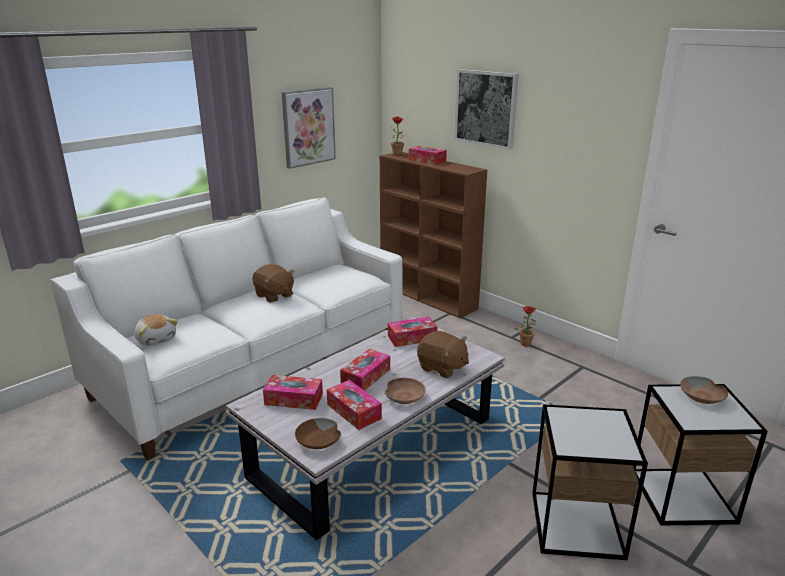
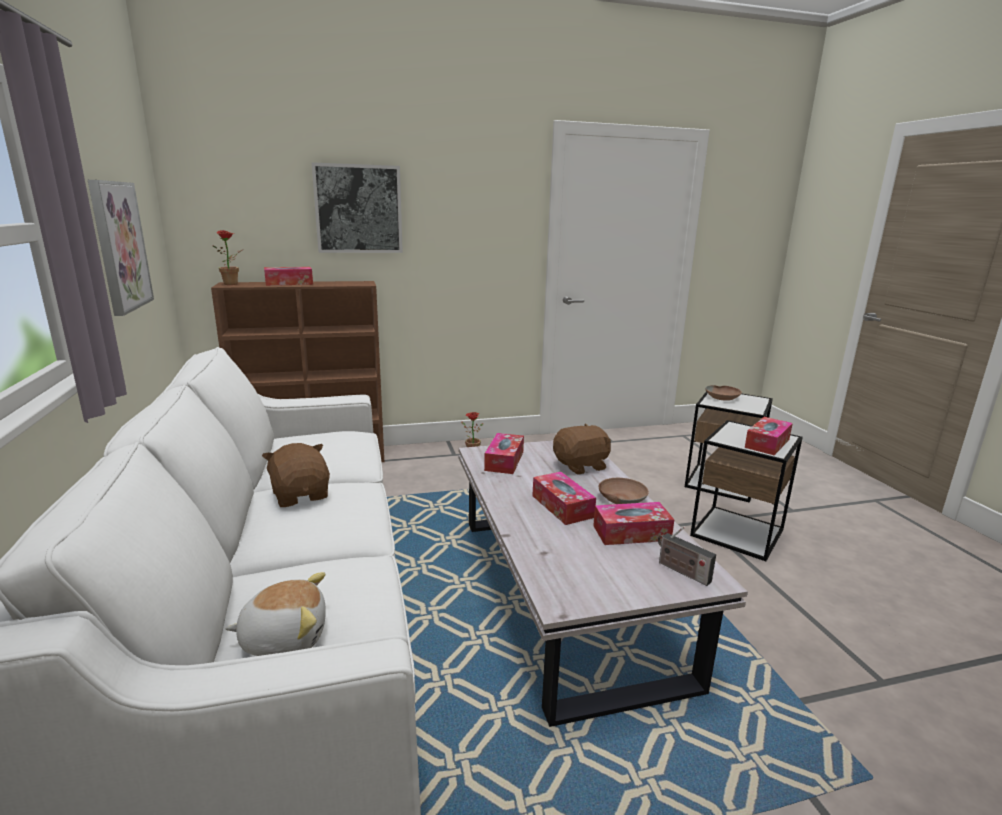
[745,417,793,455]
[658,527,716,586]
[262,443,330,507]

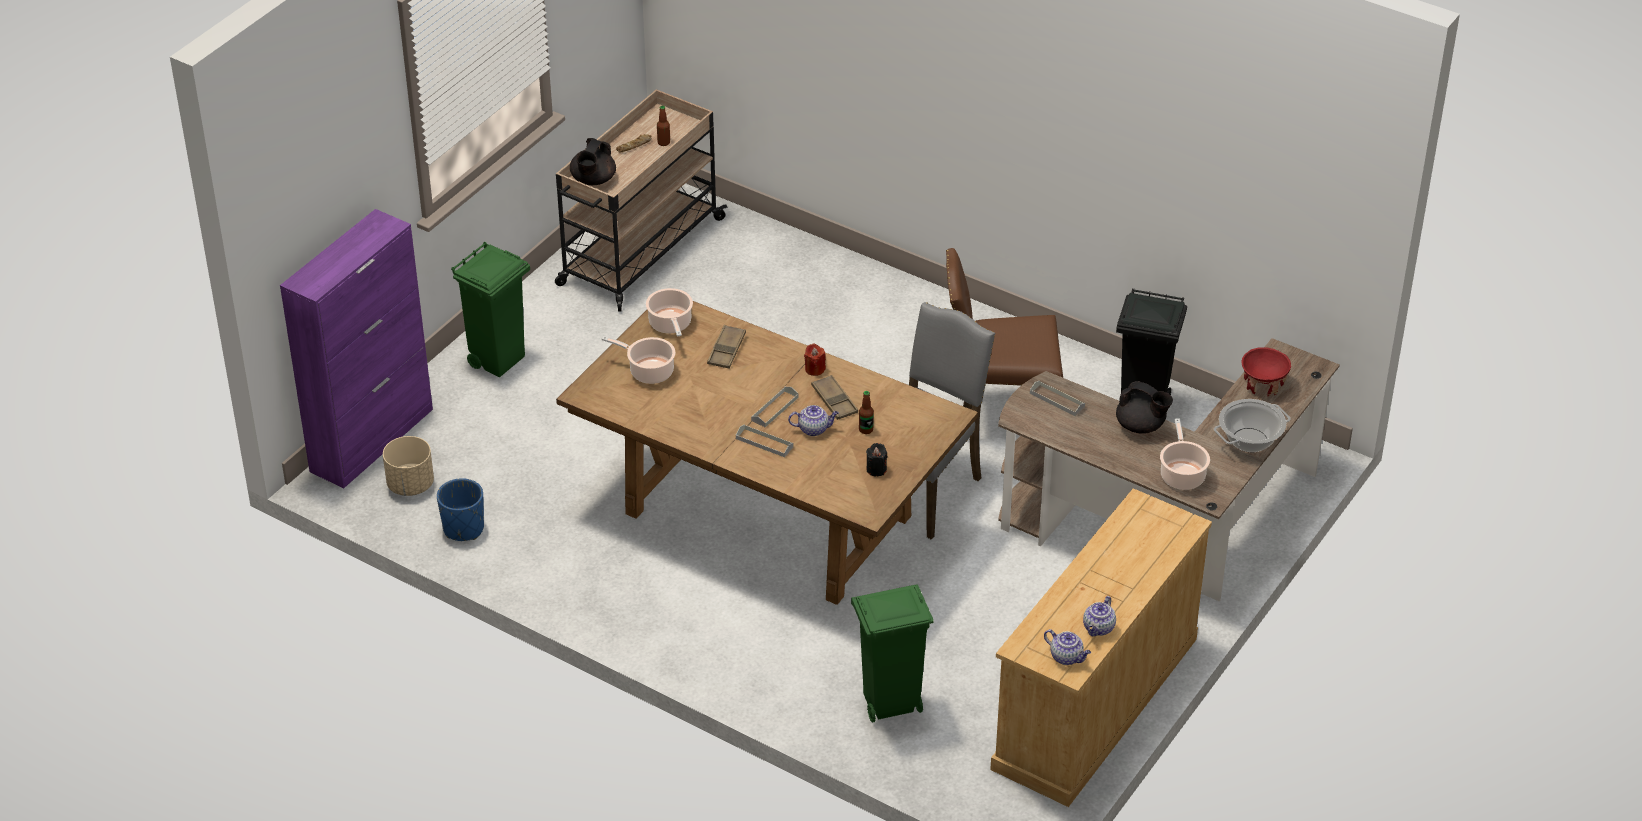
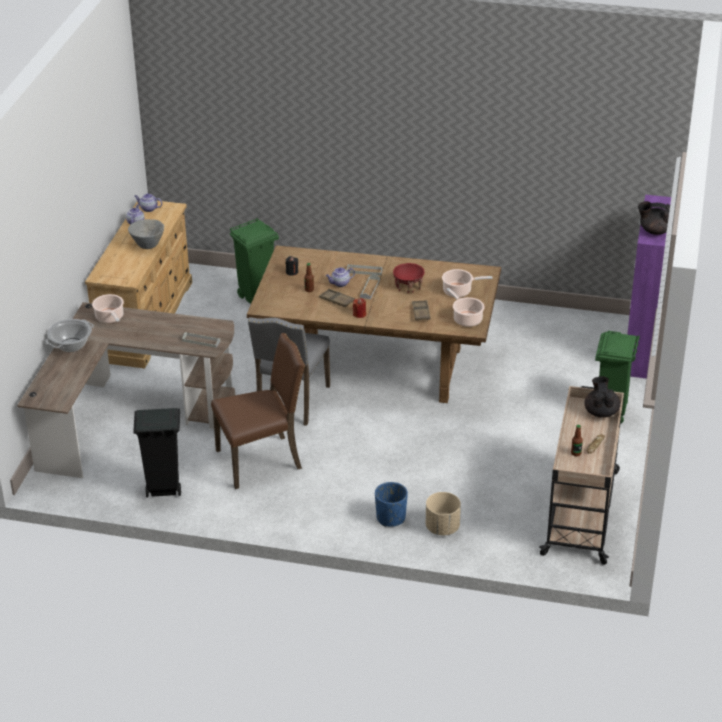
[128,219,164,249]
[426,492,461,535]
[375,482,408,527]
[638,201,673,235]
[393,263,425,293]

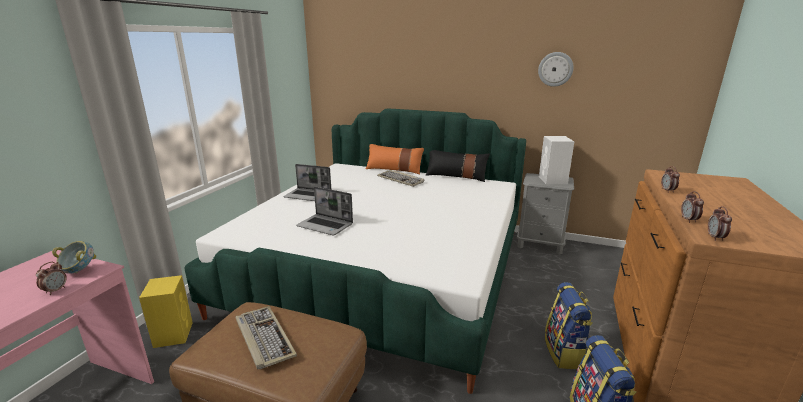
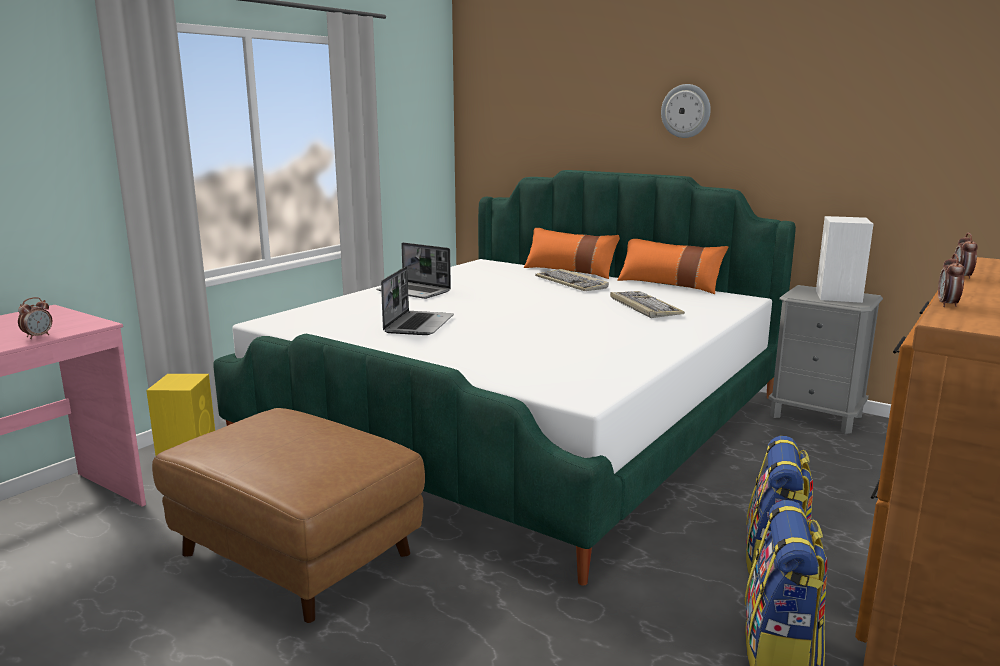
[52,241,96,274] (first image)
[708,206,732,241] (first image)
[610,291,685,318]
[661,84,711,138]
[617,239,728,294]
[381,266,454,335]

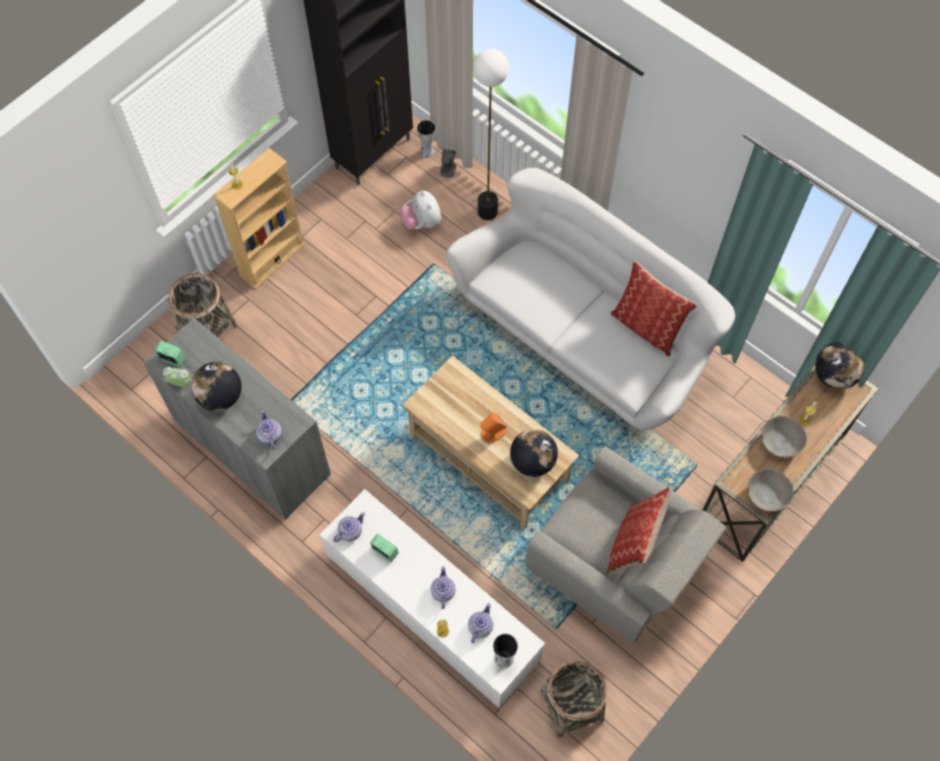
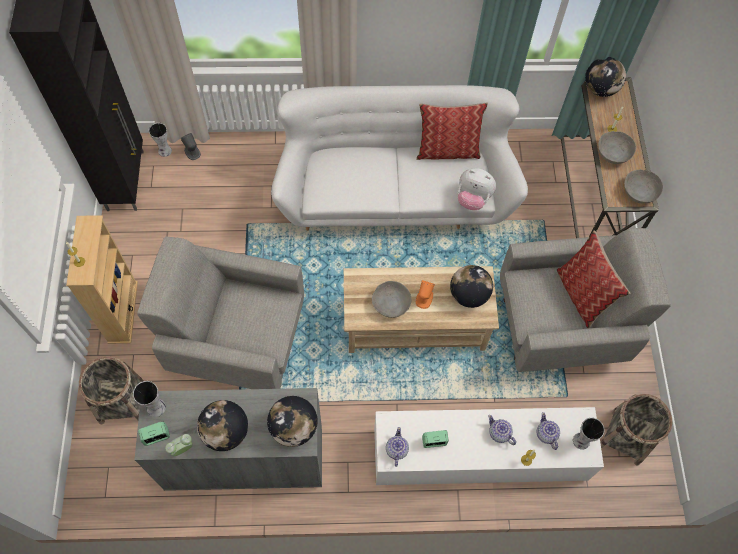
[473,49,509,220] (first image)
[133,381,166,417]
[137,236,304,389]
[372,281,411,318]
[458,168,496,210]
[267,396,318,447]

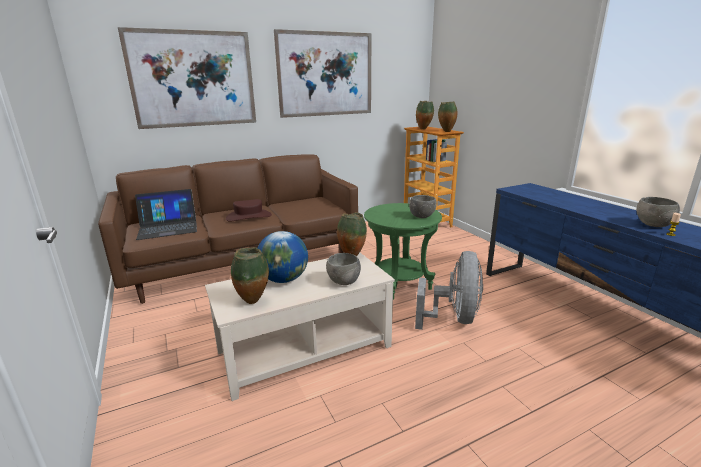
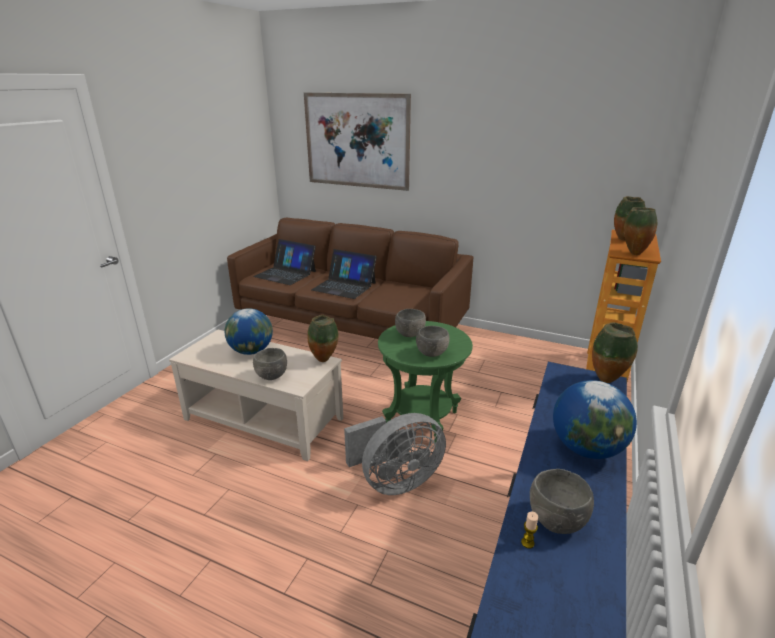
[274,29,372,118] (first image)
[395,309,426,337]
[553,380,637,459]
[592,323,638,383]
[312,249,377,299]

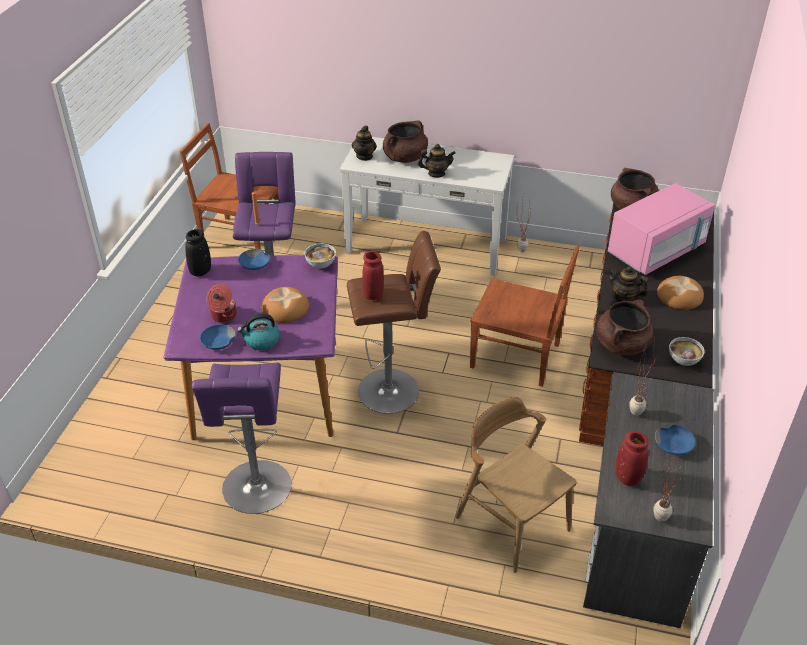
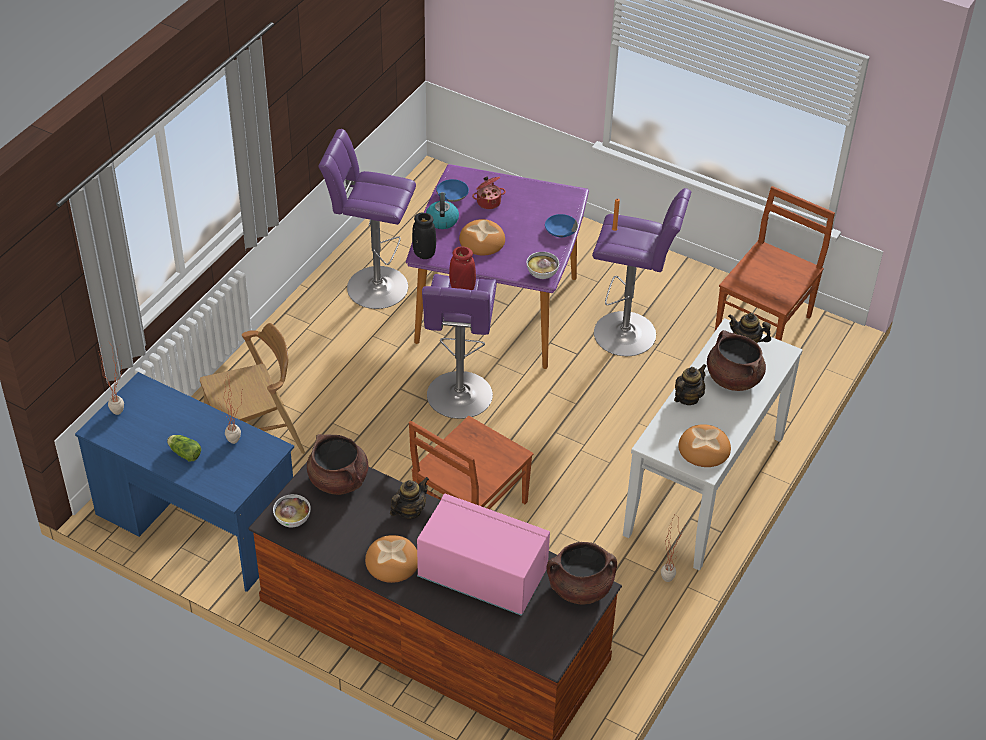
[615,431,649,486] (first image)
[678,424,731,467]
[412,213,436,259]
[167,435,201,461]
[422,274,497,419]
[75,372,294,592]
[674,364,706,405]
[417,494,550,616]

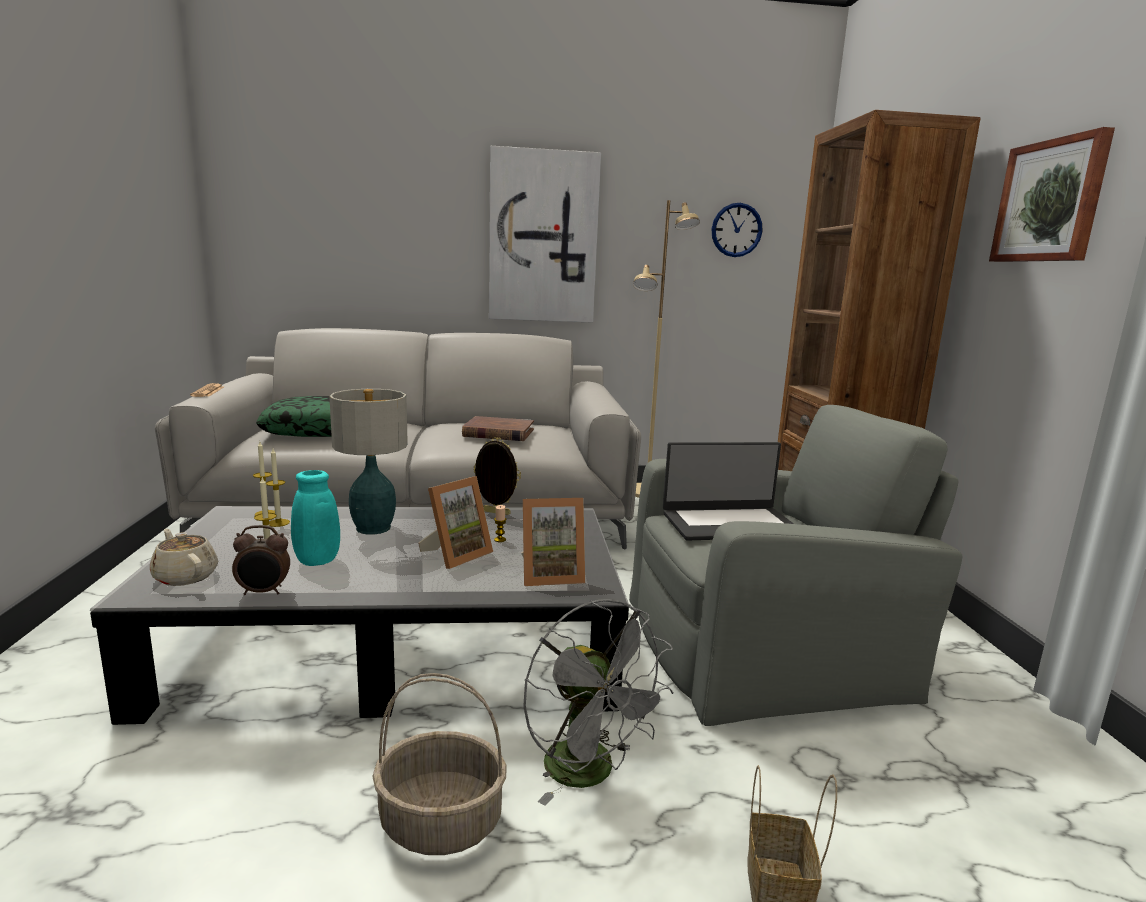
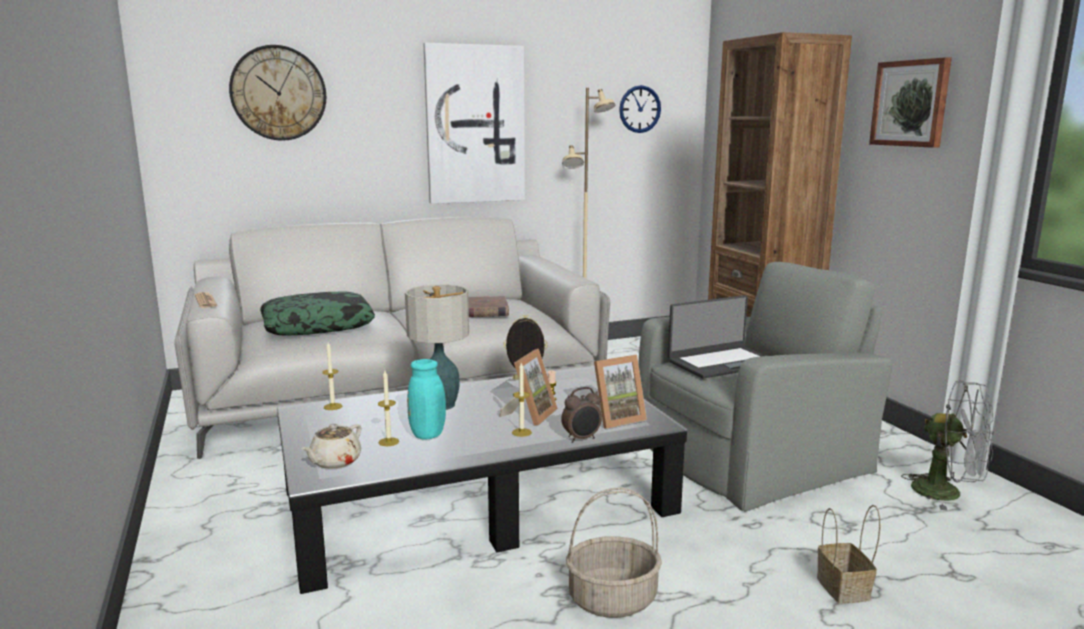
[229,45,326,141]
[561,387,602,442]
[512,363,532,437]
[901,380,994,511]
[302,424,361,469]

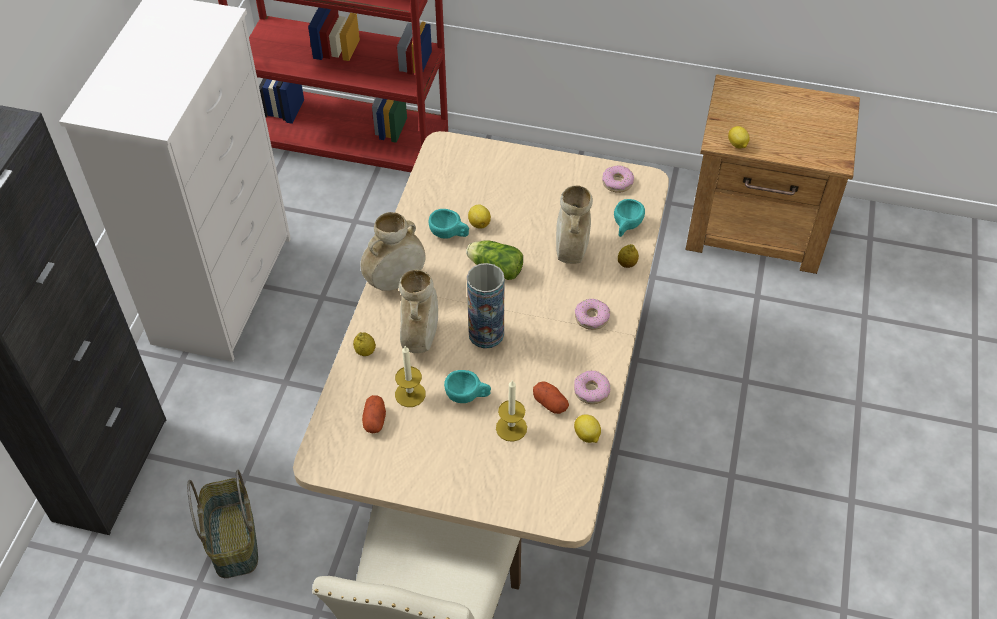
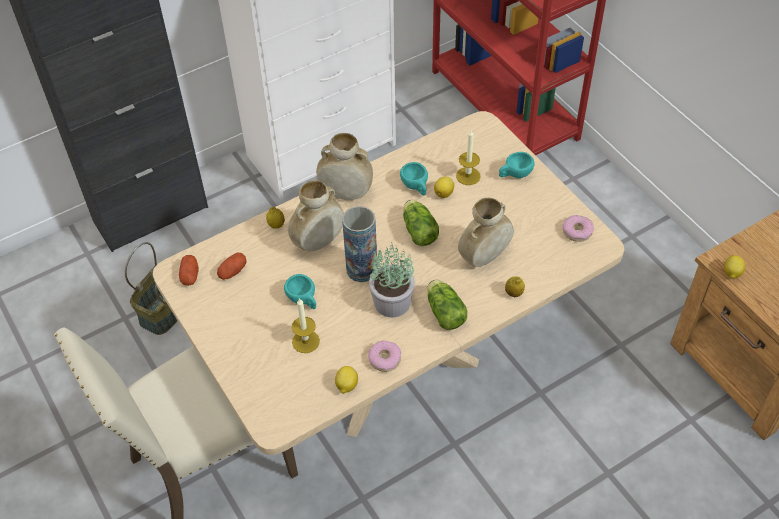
[369,244,415,317]
[456,130,480,185]
[179,255,199,286]
[499,152,534,178]
[427,280,467,330]

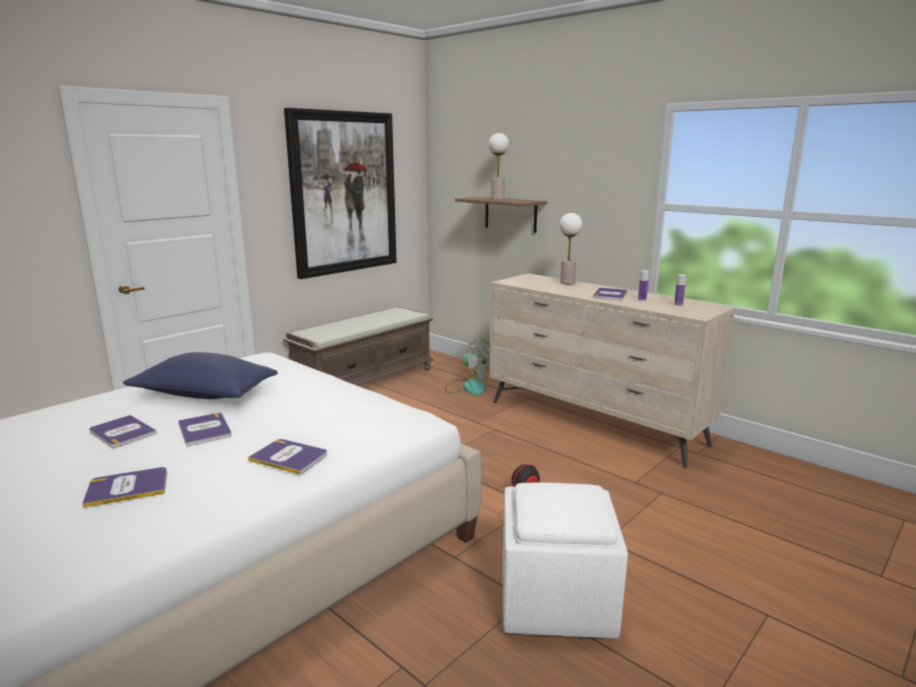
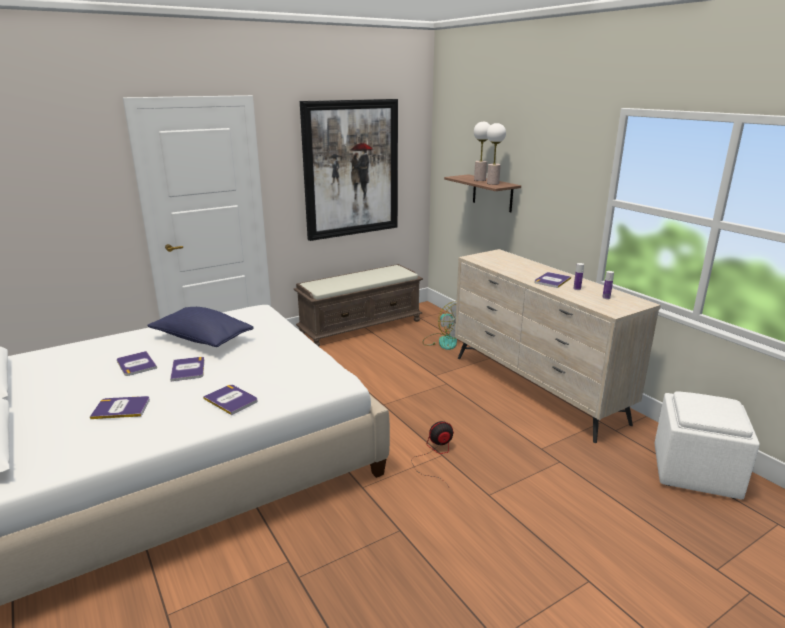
[654,391,760,499]
[487,123,506,185]

